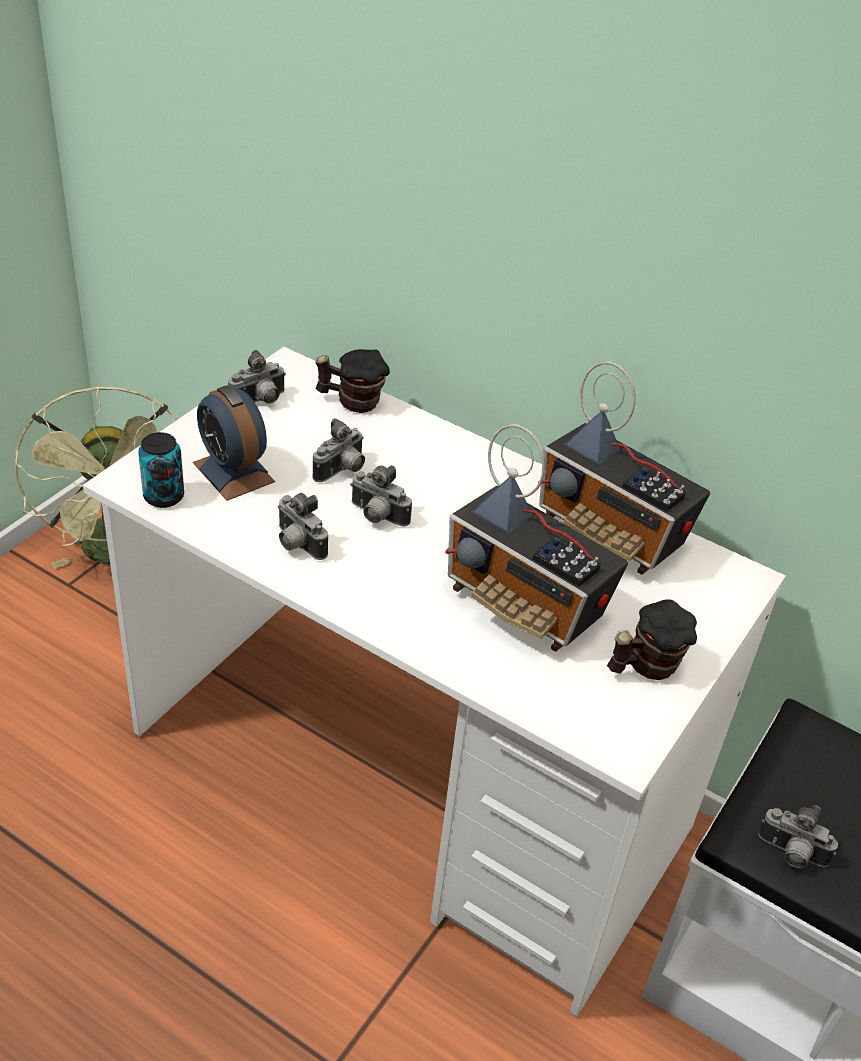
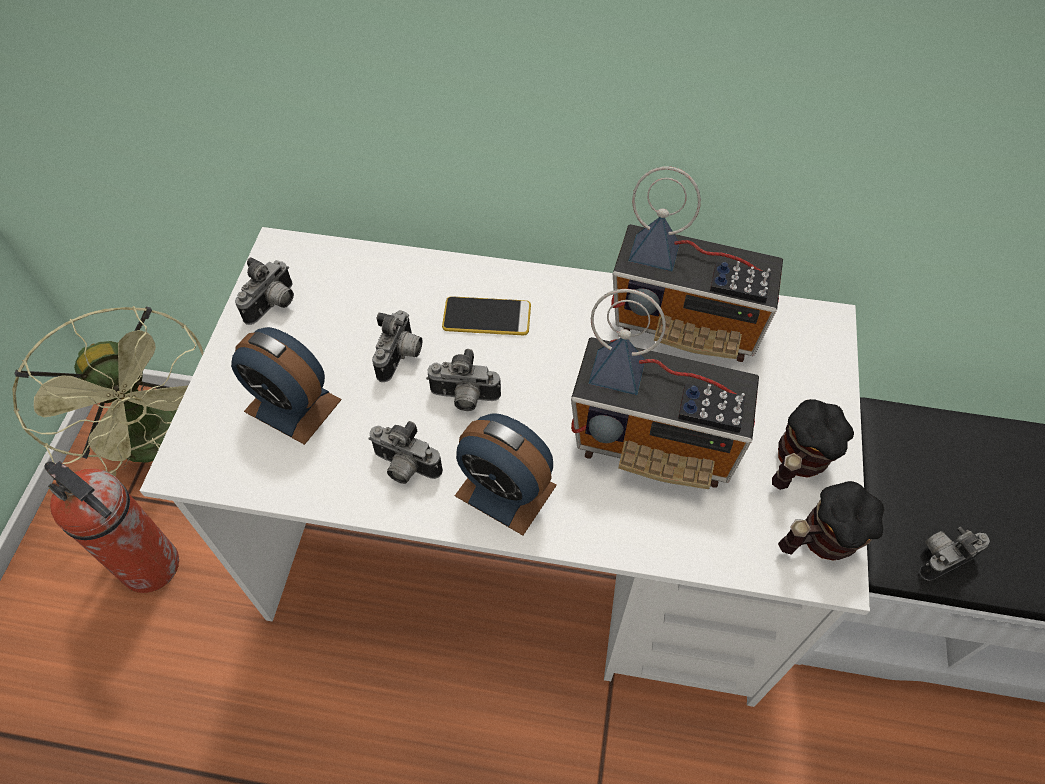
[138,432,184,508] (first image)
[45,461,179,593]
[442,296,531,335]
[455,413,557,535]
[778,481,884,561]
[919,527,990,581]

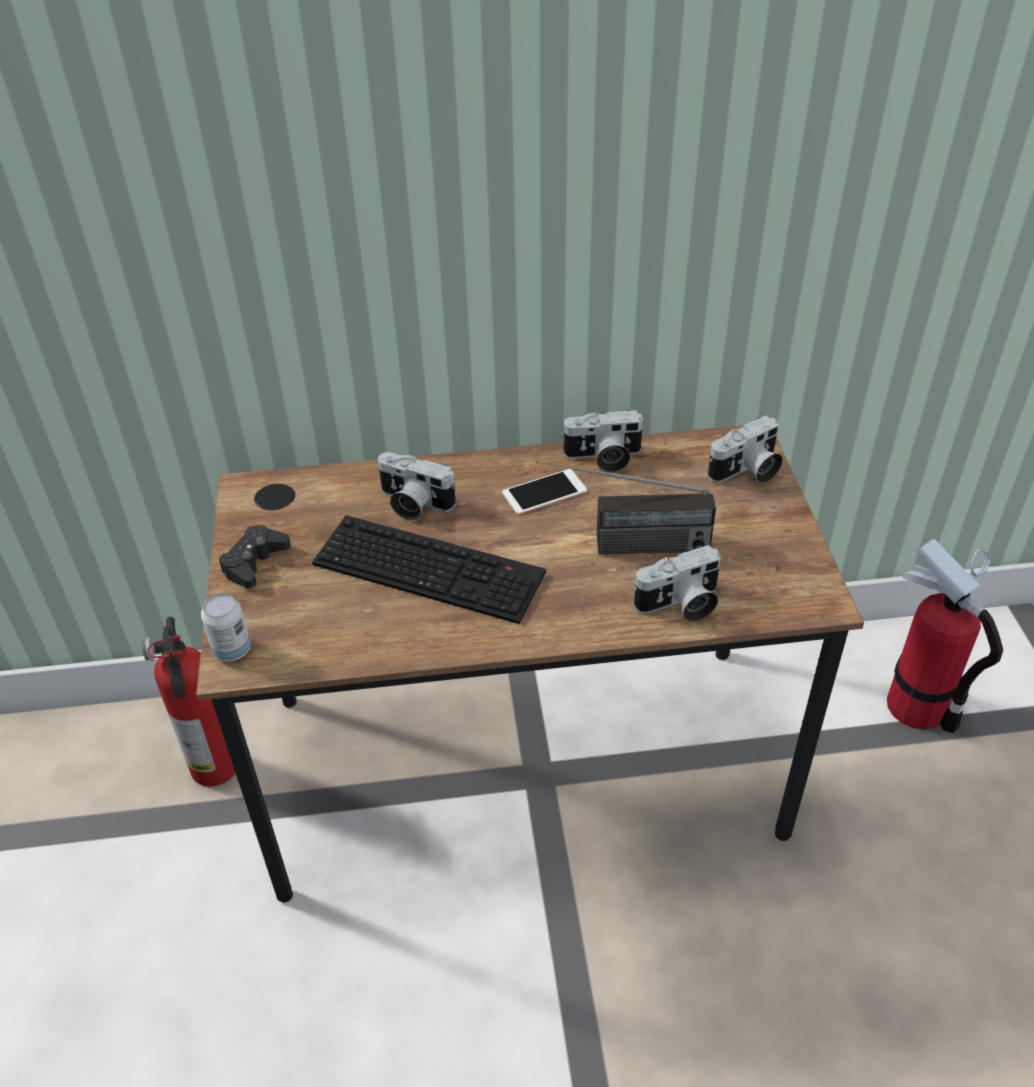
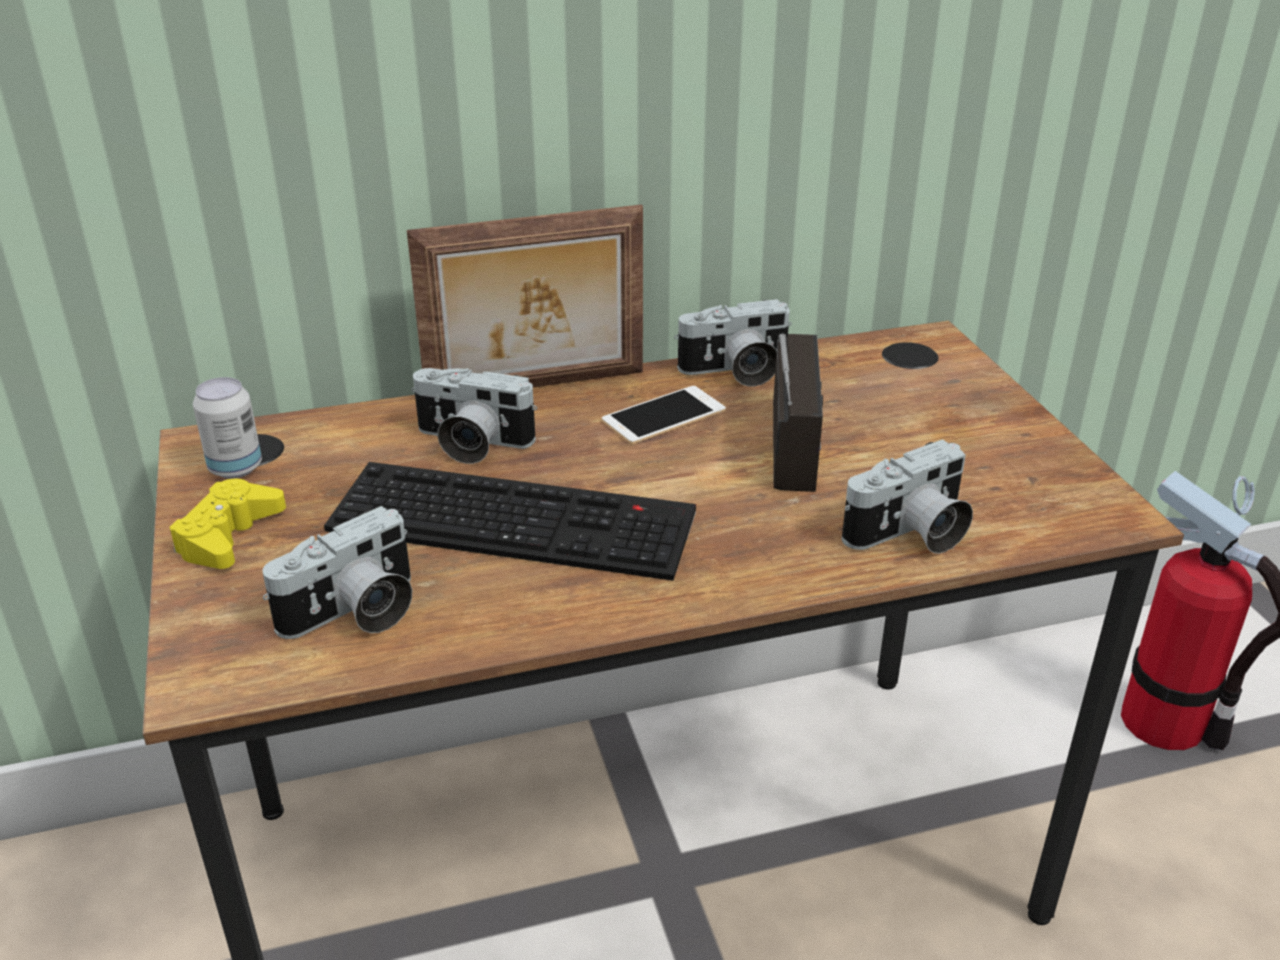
[142,617,235,786] (first image)
[407,205,643,387]
[193,377,262,479]
[263,506,412,639]
[170,479,286,569]
[773,333,823,492]

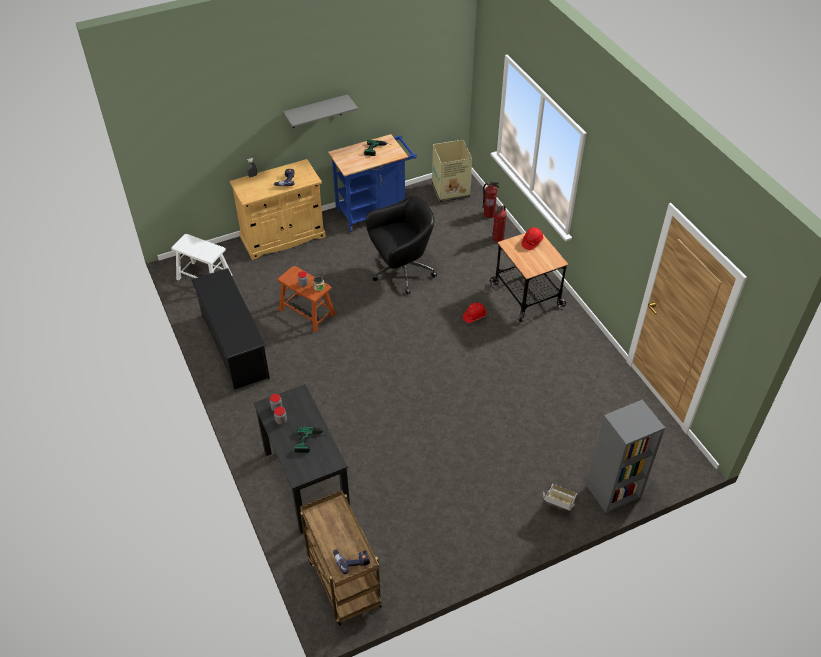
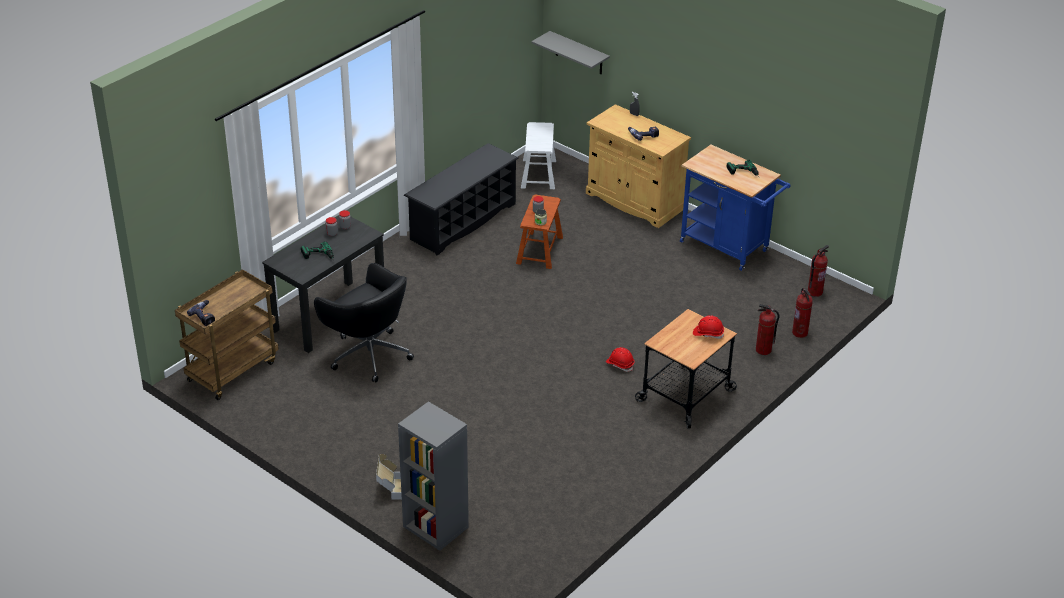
[531,31,610,74]
[314,263,414,382]
[808,245,829,297]

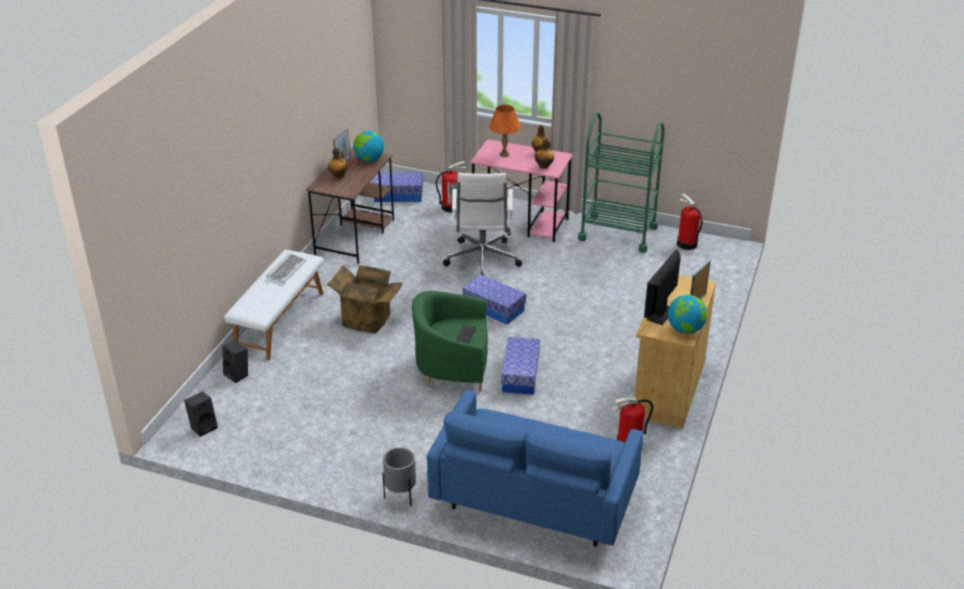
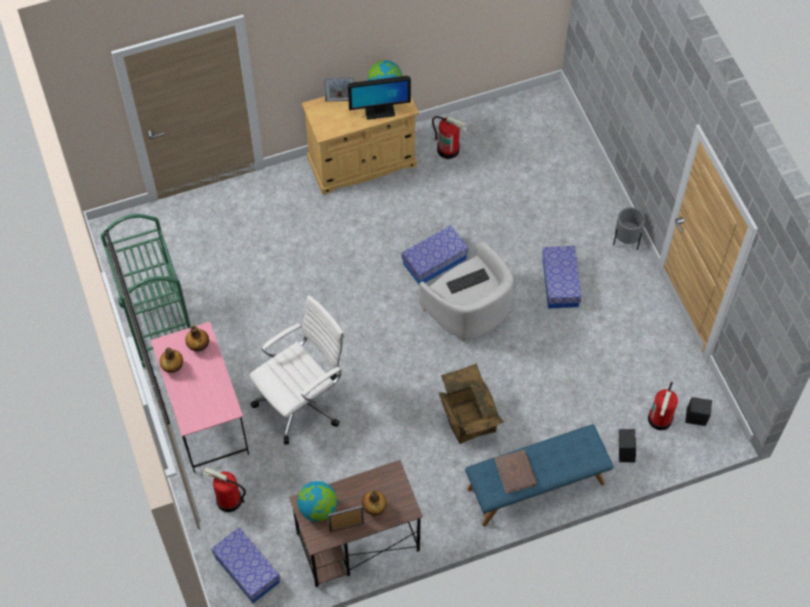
[427,390,643,547] (first image)
[489,105,521,157] (first image)
[543,246,582,309]
[648,382,678,430]
[495,450,537,494]
[465,424,614,526]
[419,242,514,341]

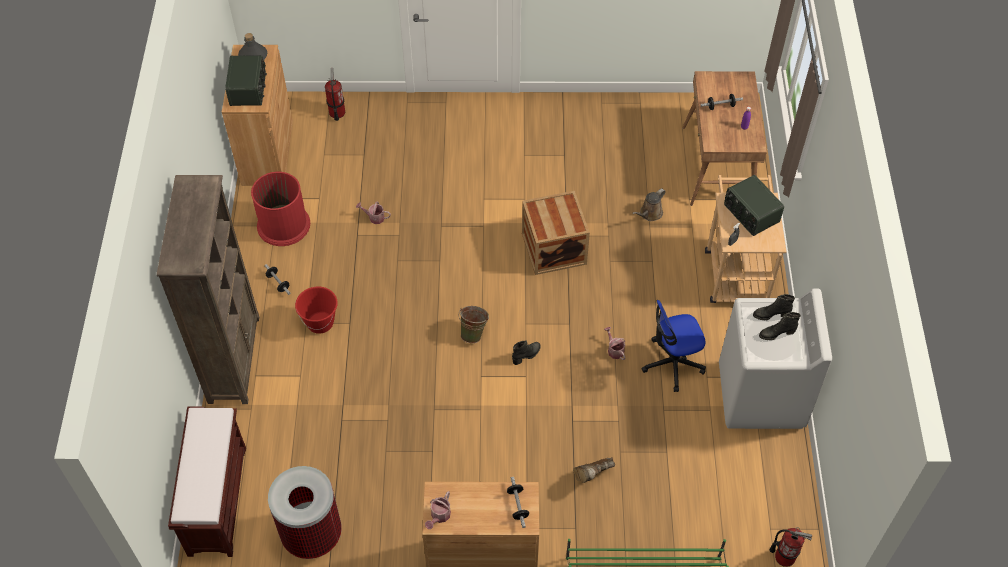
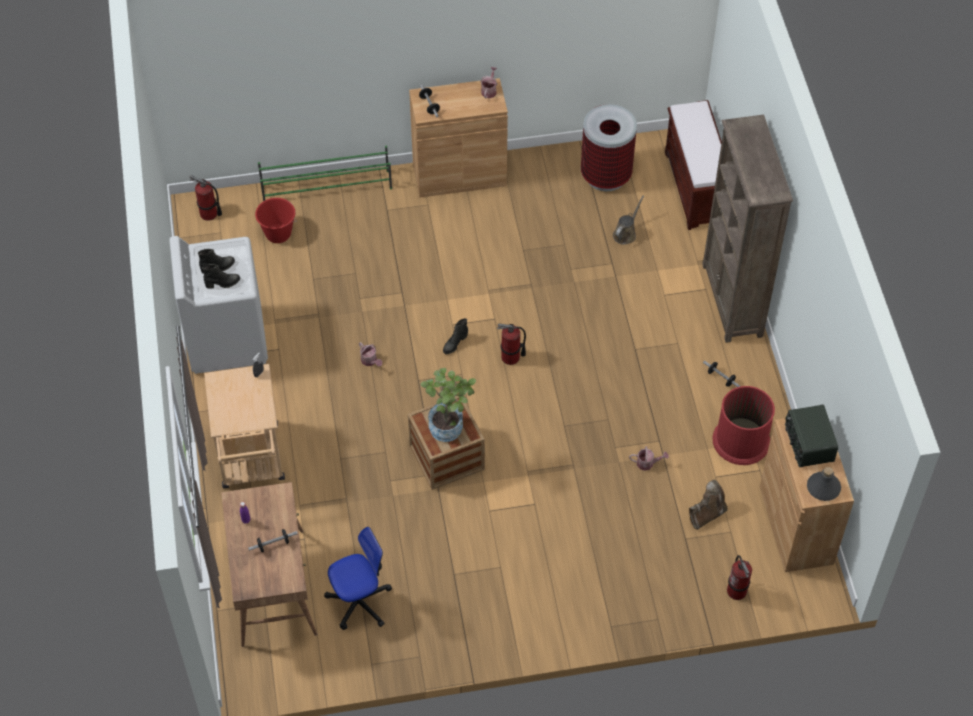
[724,175,784,236] (first image)
[420,368,476,442]
[255,198,297,243]
[689,480,727,530]
[613,196,644,245]
[324,527,392,630]
[497,323,526,365]

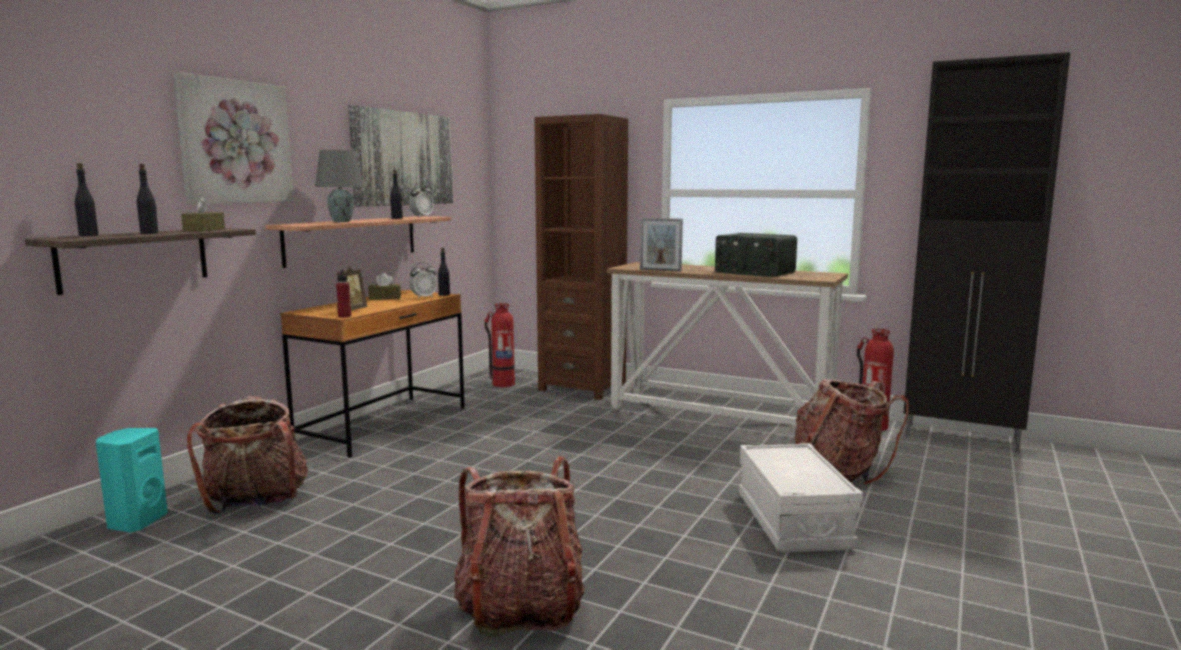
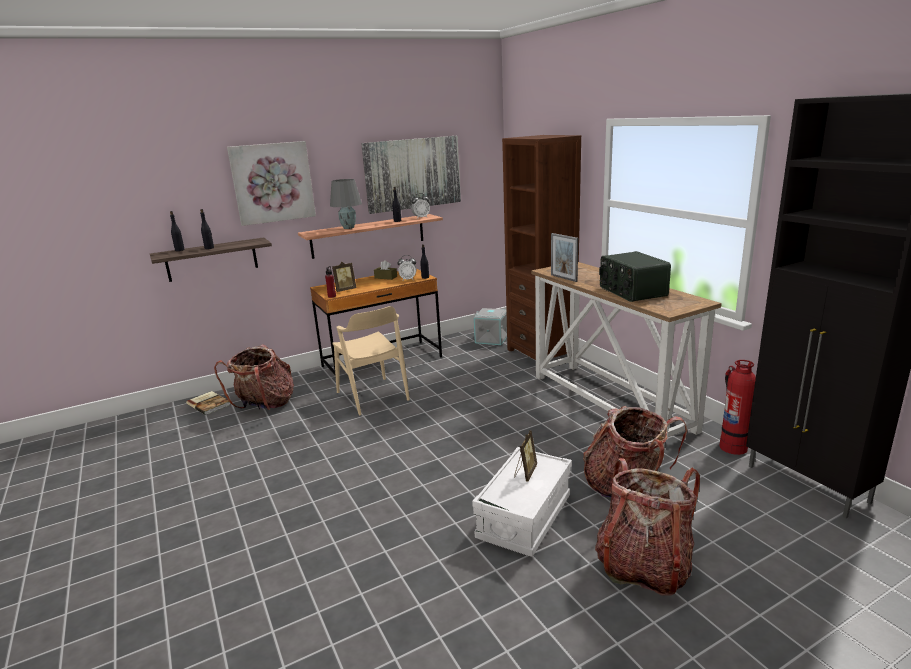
[181,196,225,231] (first image)
[332,306,410,415]
[514,430,537,482]
[595,458,700,595]
[186,391,231,415]
[474,308,507,345]

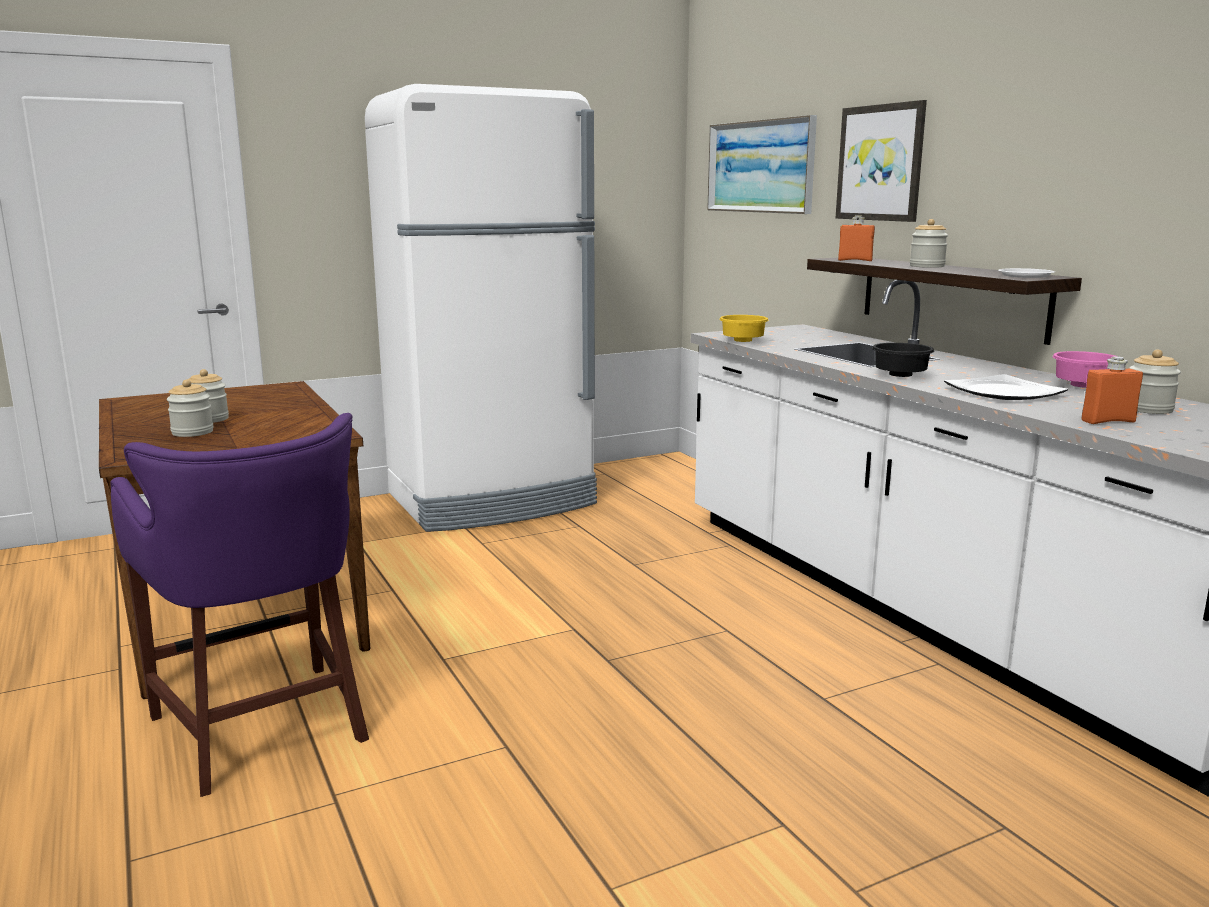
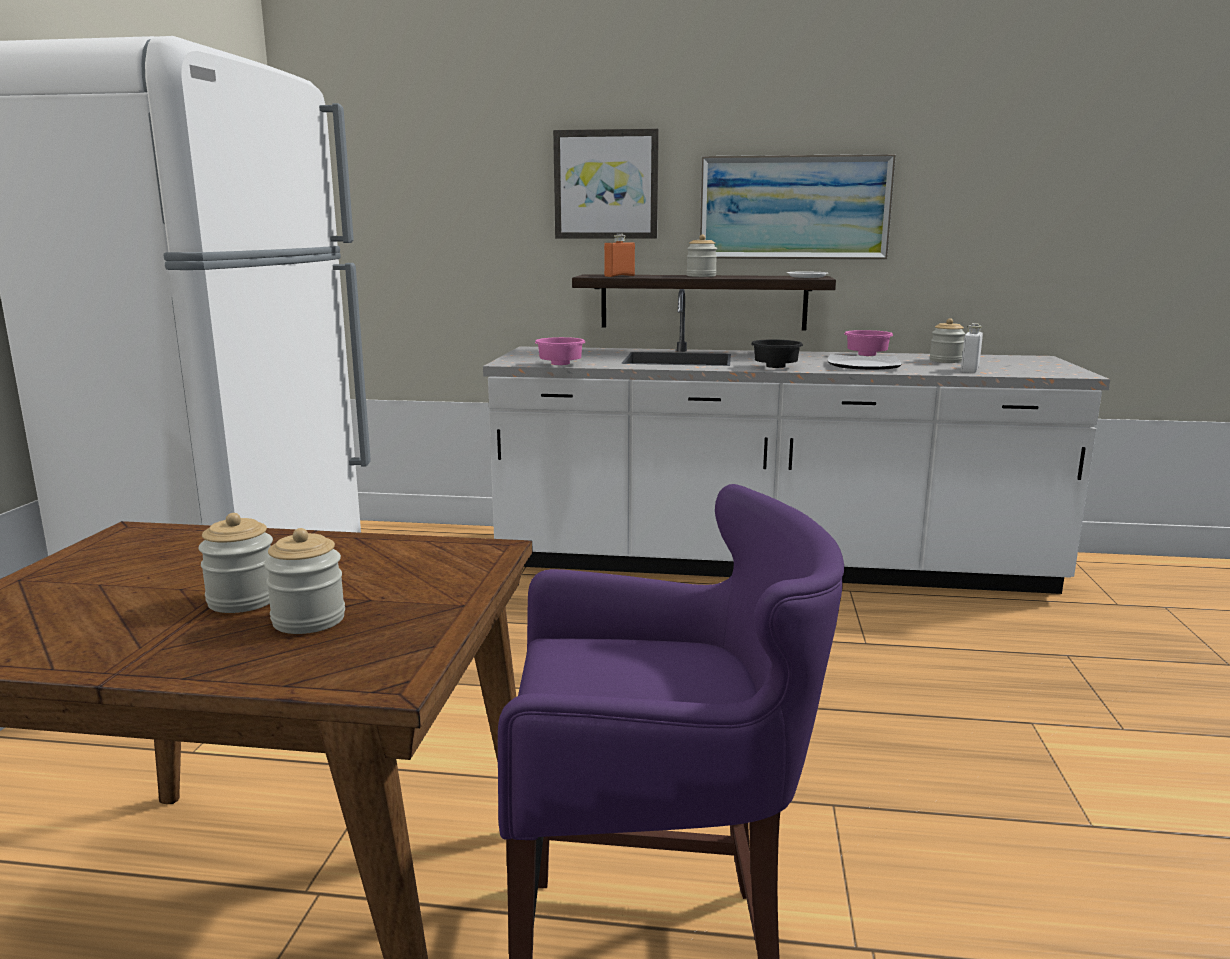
[700,154,896,260]
[535,337,585,365]
[961,323,983,373]

